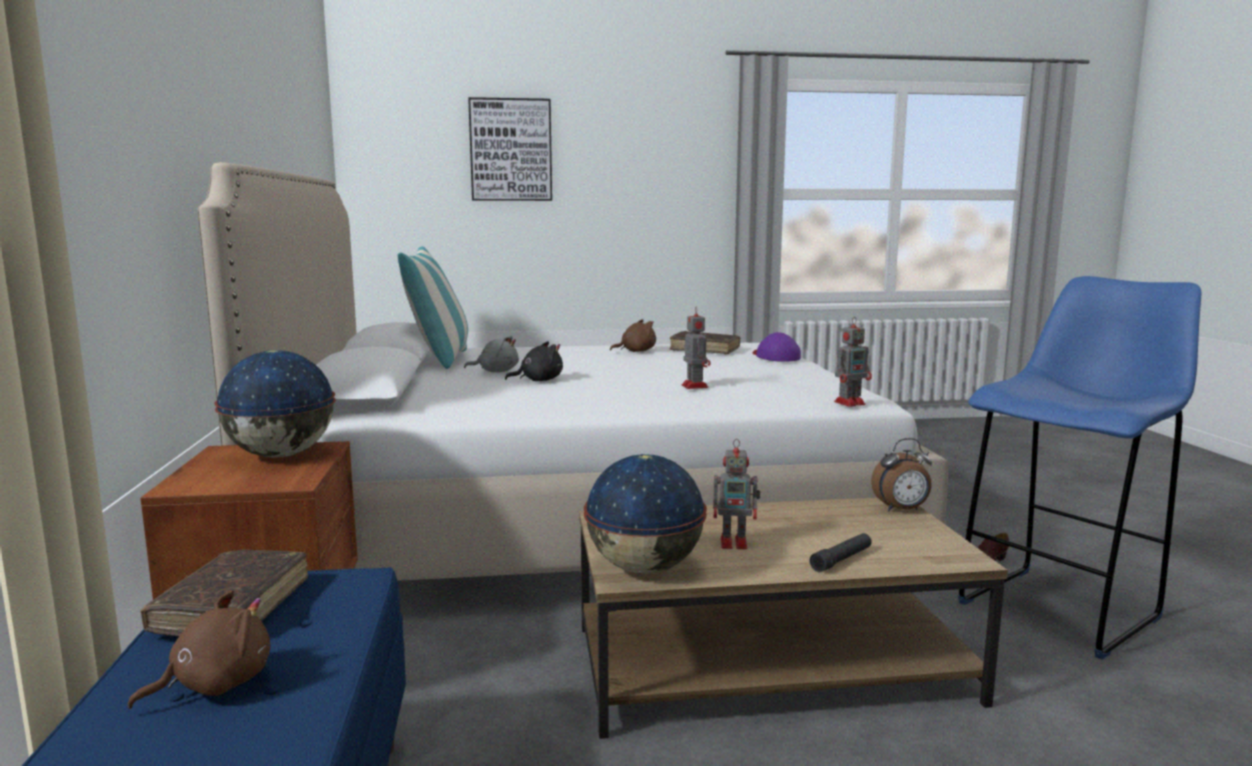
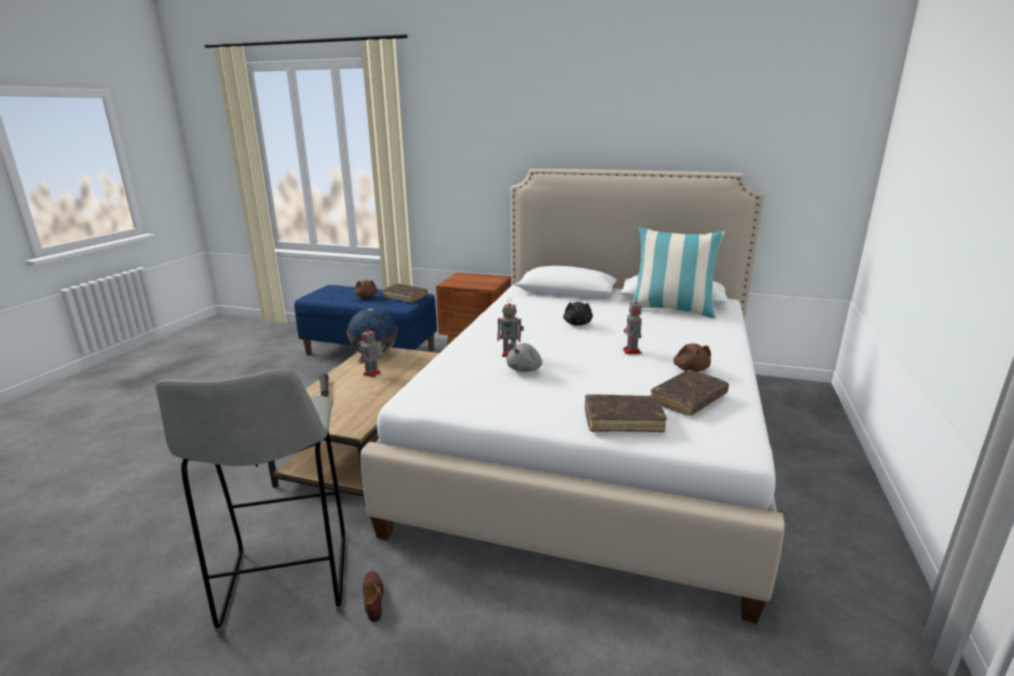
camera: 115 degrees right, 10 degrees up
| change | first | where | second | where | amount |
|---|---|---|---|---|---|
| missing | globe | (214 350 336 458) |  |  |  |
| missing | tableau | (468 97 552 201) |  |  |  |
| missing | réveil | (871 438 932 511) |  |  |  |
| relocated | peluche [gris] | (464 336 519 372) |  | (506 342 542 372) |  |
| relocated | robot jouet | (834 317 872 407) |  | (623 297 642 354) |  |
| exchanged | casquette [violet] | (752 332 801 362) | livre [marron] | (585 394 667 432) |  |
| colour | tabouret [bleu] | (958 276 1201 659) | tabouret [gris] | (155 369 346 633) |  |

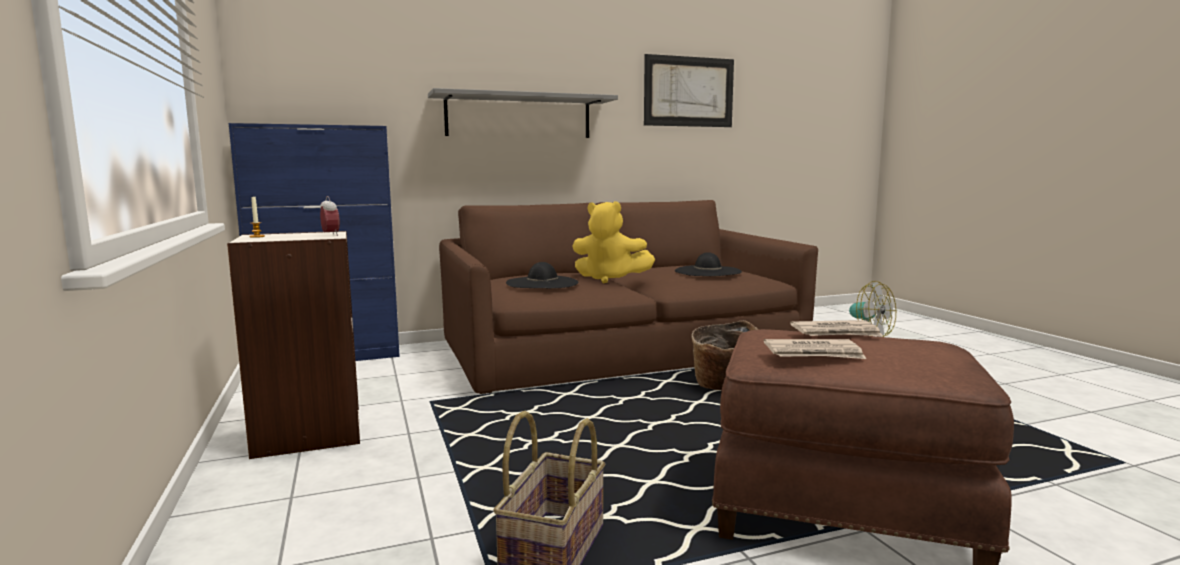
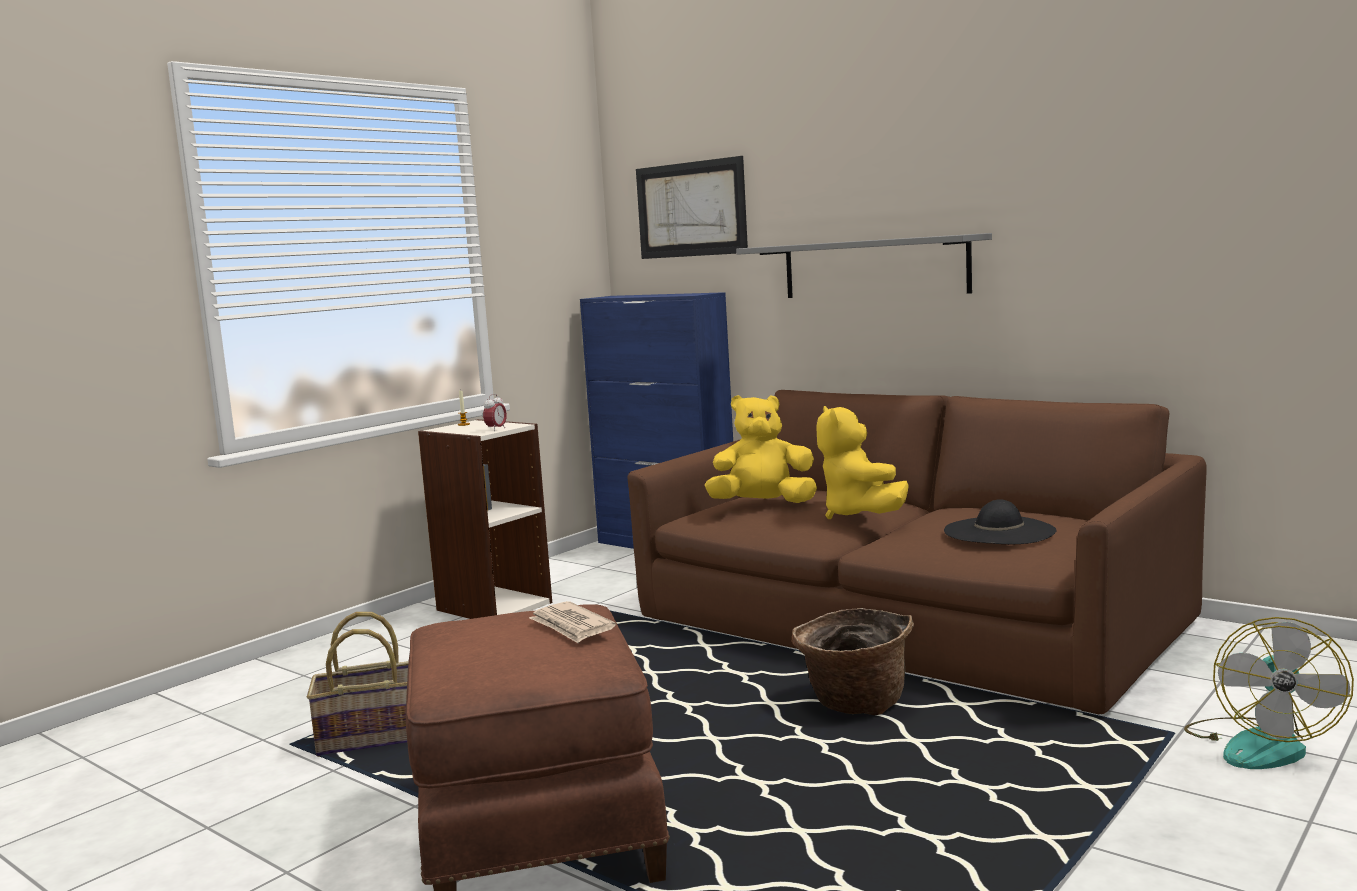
camera: 60 degrees right, 0 degrees up
| change | first | where | second | where | amount |
|---|---|---|---|---|---|
| missing | journal | (764 339 866 359) |  |  |  |
| relocated | tableau | (644 54 734 127) |  | (636 156 748 259) |  |
| exchanged | chapeau [noir] | (506 262 579 288) | peluche [jaune] | (705 395 817 503) |  |

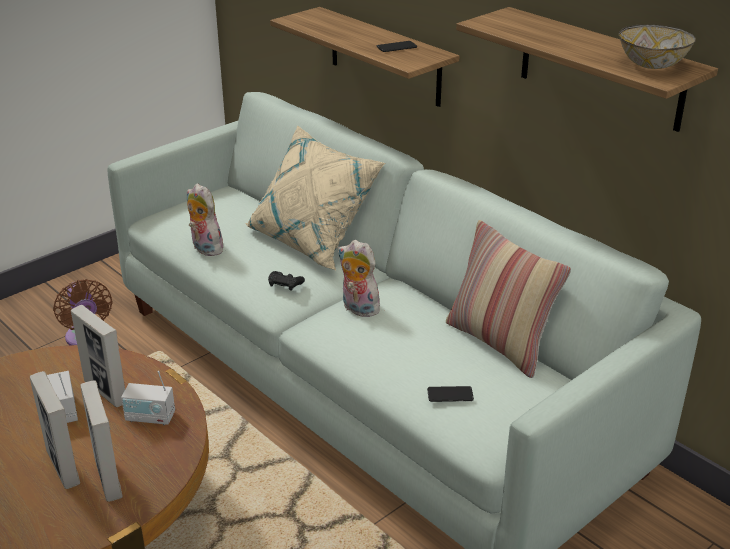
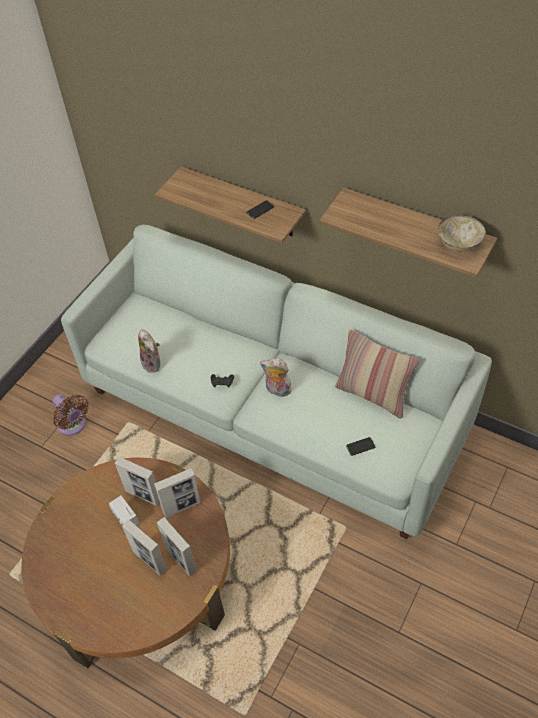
camera: 15 degrees left, 20 degrees up
| change | first | where | second | where | amount |
|---|---|---|---|---|---|
| missing | coussin [beige] | (245 125 385 270) |  |  |  |
| exchanged | radio | (121 371 175 425) | cadre photo | (154 468 201 518) |  |
| spun | peluche | (187 183 224 256) |  | (138 329 161 373) | 150 degrees counterclockwise |

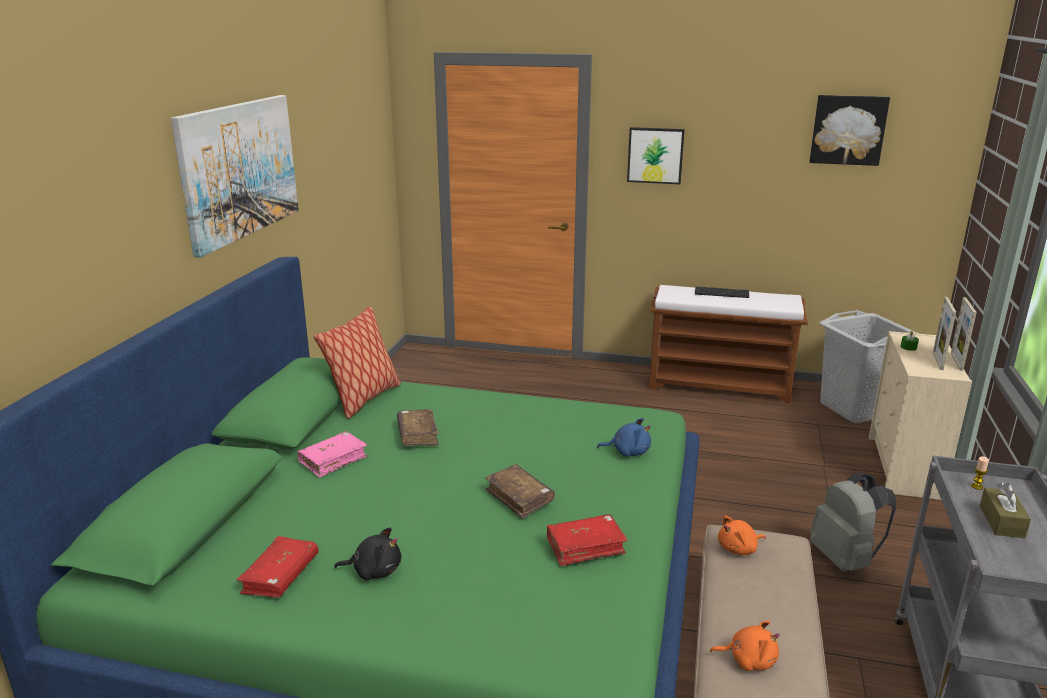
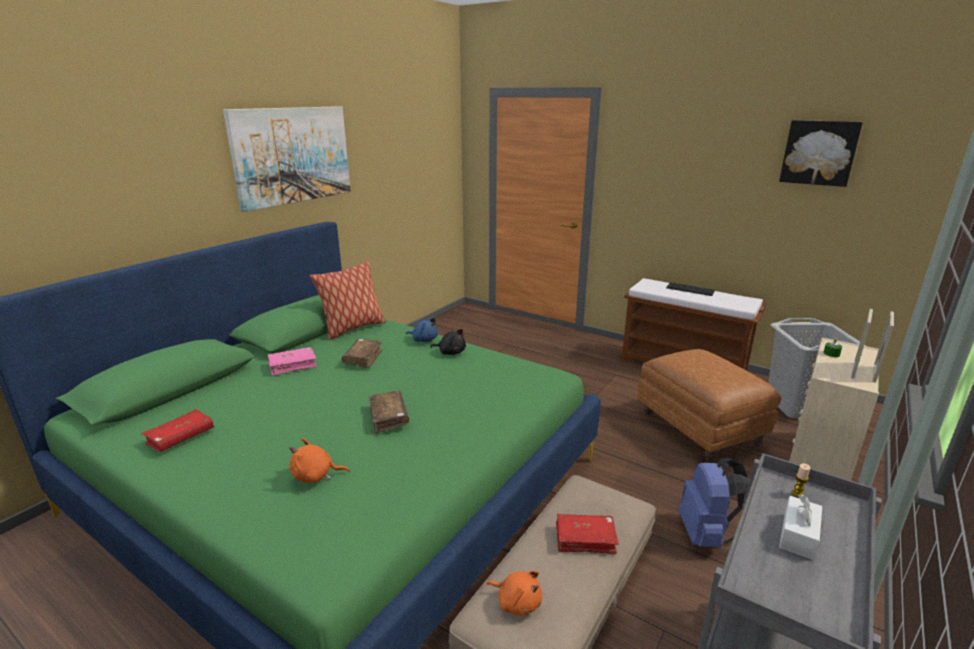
camera: 20 degrees right, 0 degrees up
| change | first | where | second | where | amount |
|---|---|---|---|---|---|
| missing | tableau | (627 127 685 184) |  |  |  |
| appeared |  |  | pouf [marron] | (637 349 782 461) |  |
| relocated | peluche [noir] | (334 527 401 580) |  | (430 329 466 355) |  |
| relocated | livre [rouge] | (547 514 627 566) |  | (556 514 619 554) |  |
| relocated | peluche [bleu] | (597 418 651 457) |  | (406 318 438 342) |  |
| relocated | peluche [orange] | (718 516 766 555) |  | (290 438 349 483) |  |
| colour | sac à dos [gris] | (810 472 897 571) | sac à dos [bleu] | (678 458 750 547) |  |
| colour | boîte à mouchoirs [marron] | (980 483 1031 538) | boîte à mouchoirs [blanc] | (779 494 822 560) |  |

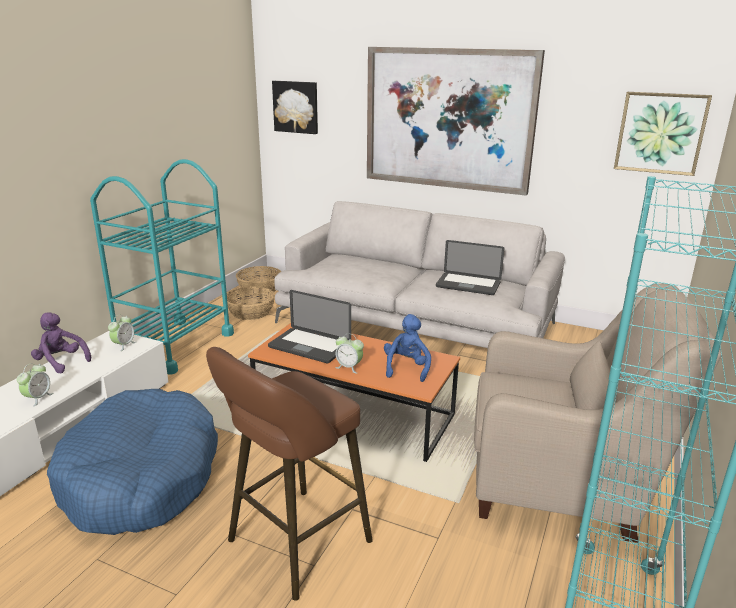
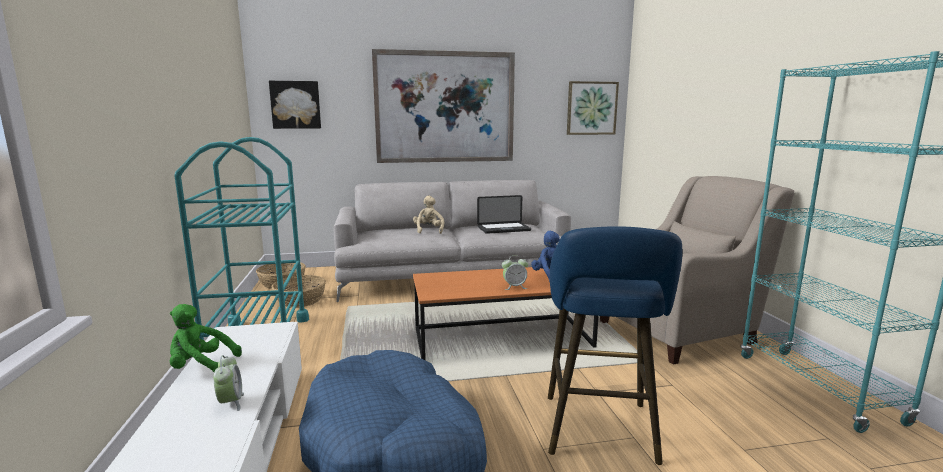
camera: 35 degrees left, 10 degrees down
| change | first | where | second | where | amount |
|---|---|---|---|---|---|
| missing | réveil | (108 315 136 351) |  |  |  |
| missing | ordinateur portable | (268 290 351 363) |  |  |  |
| appeared |  |  | peluche [beige] | (413 196 444 234) |  |
| colour | peluche [violet] | (31 312 91 373) | peluche [vert] | (170 304 242 372) |  |
| colour | tabouret [marron] | (206 347 373 601) | tabouret [bleu] | (548 226 682 465) |  |

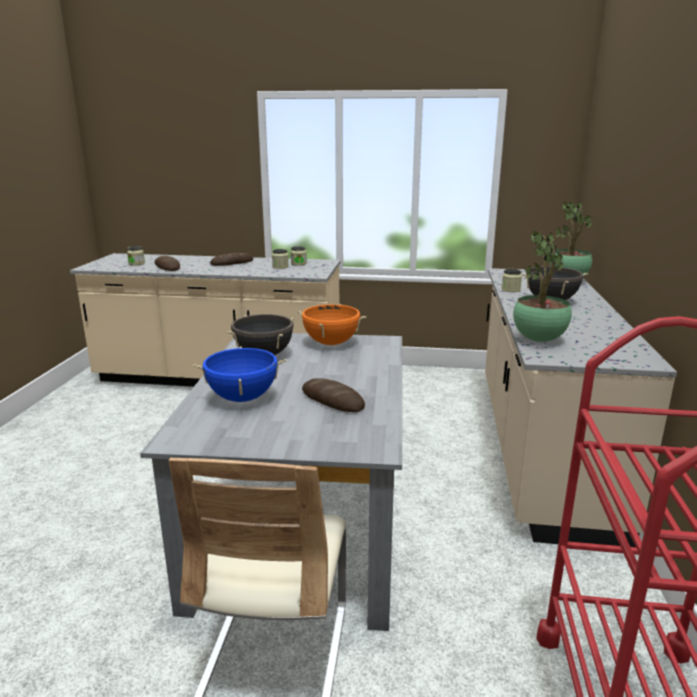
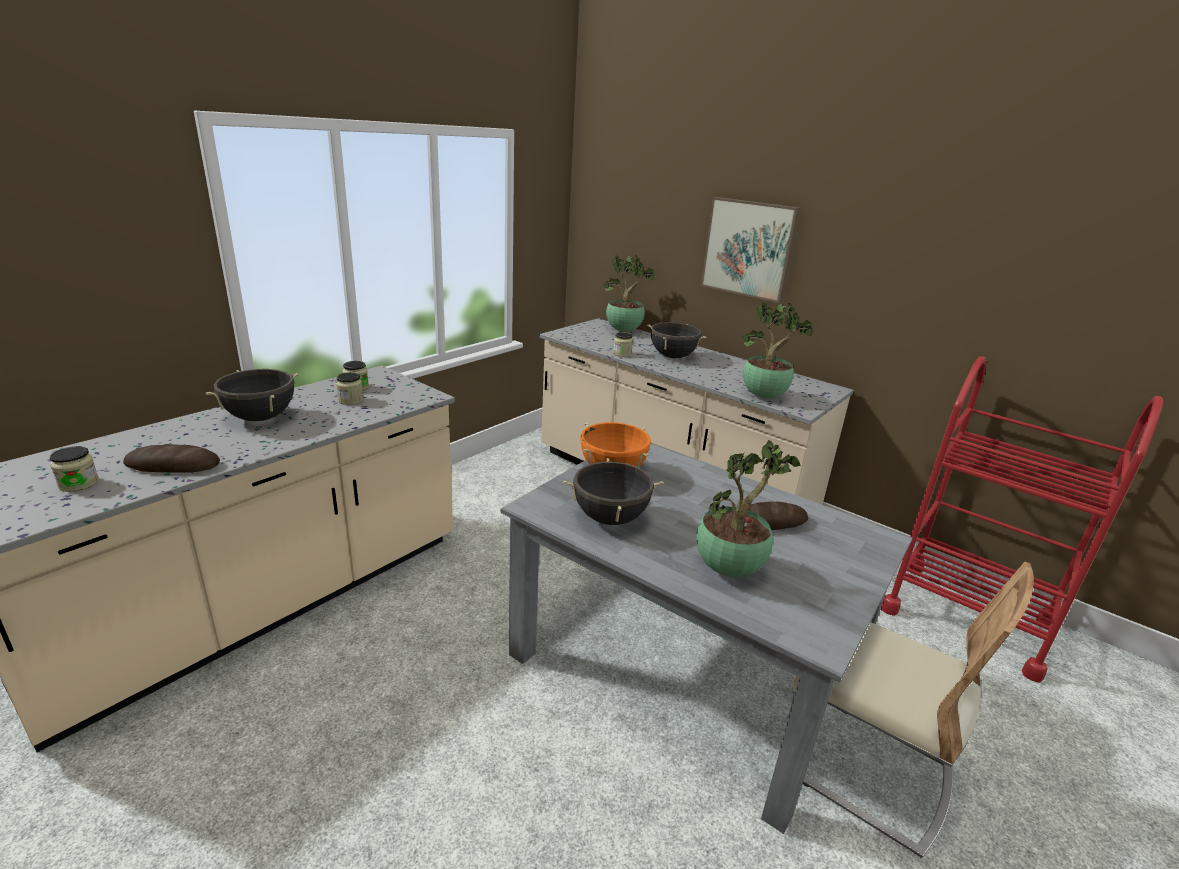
camera: 60 degrees left, 5 degrees up
| change | first | where | second | where | amount |
|---|---|---|---|---|---|
| appeared |  |  | tableau | (701 197 800 303) |  |
| exchanged | marmite [bleu] | (193 346 286 402) | plante en pot | (696 440 800 577) |  |
| exchanged | pain | (210 252 253 266) | marmite [noir] | (206 369 300 421) |  |

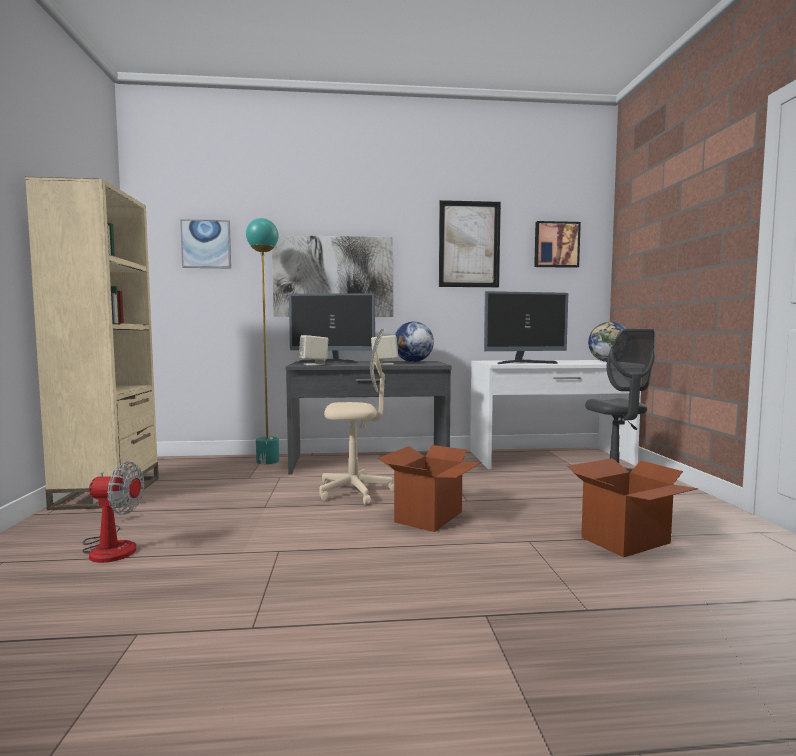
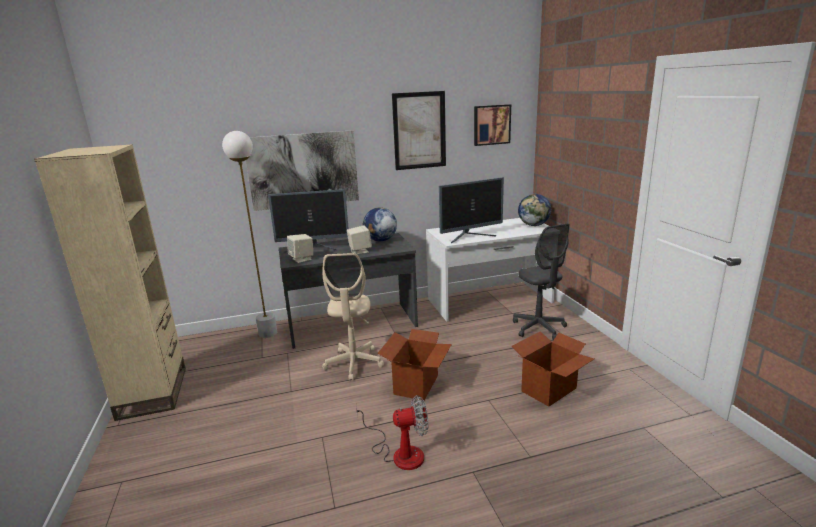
camera: 10 degrees left, 15 degrees up
| change | first | where | second | where | amount |
|---|---|---|---|---|---|
| missing | tableau | (180 219 231 268) |  |  |  |
| relocated | ventilateur | (82 462 144 563) |  | (356 395 429 470) |  |
| colour | lampadaire [turquoise] | (246 218 279 465) | lampadaire [blanc] | (222 131 277 338) |  |
| spun | chaise de bureau [beige] | (319 329 394 505) |  | (322 253 384 381) | 105 degrees clockwise |

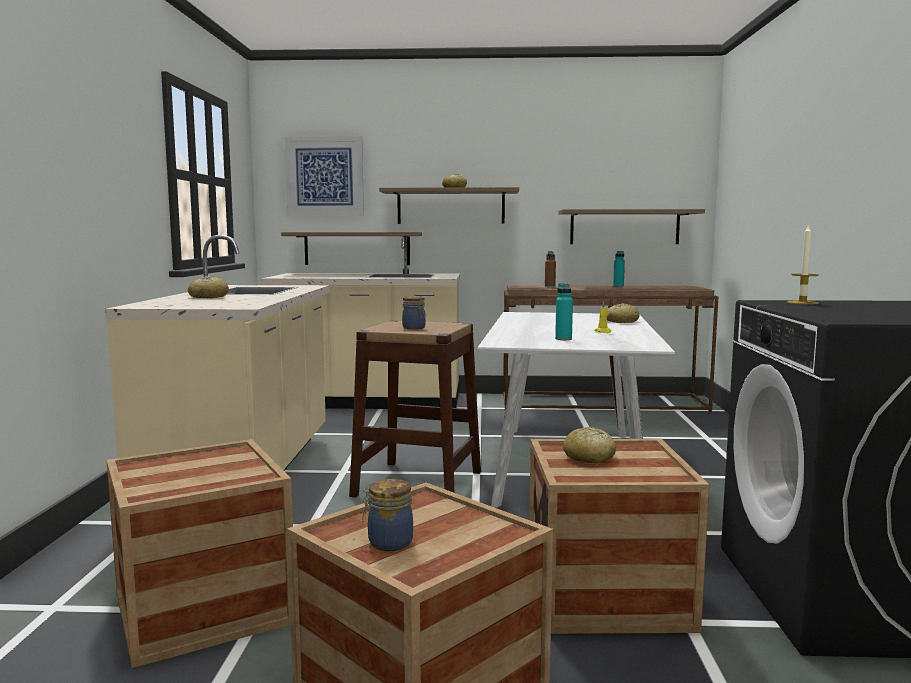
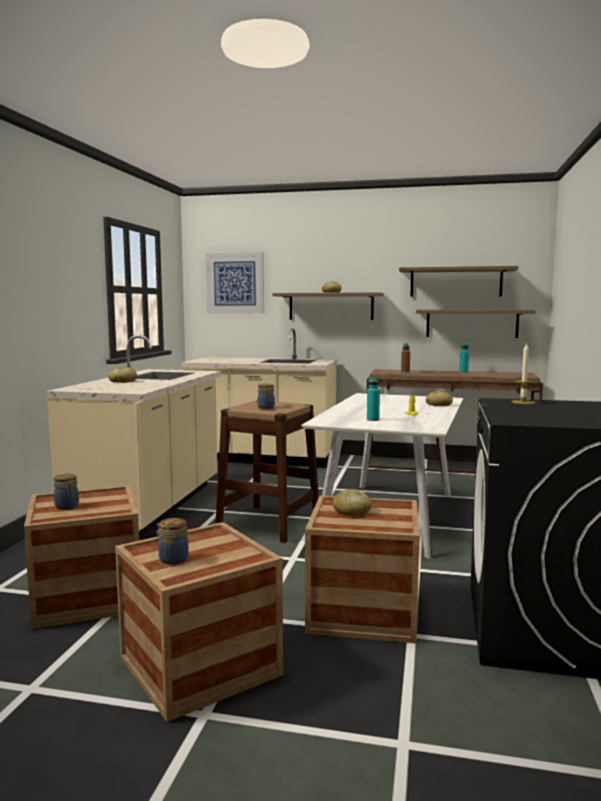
camera: 10 degrees right, 0 degrees up
| change | first | where | second | where | amount |
|---|---|---|---|---|---|
| appeared |  |  | bocal | (54 474 79 509) |  |
| relocated | étagère | (281 232 422 265) |  | (399 266 519 297) |  |

